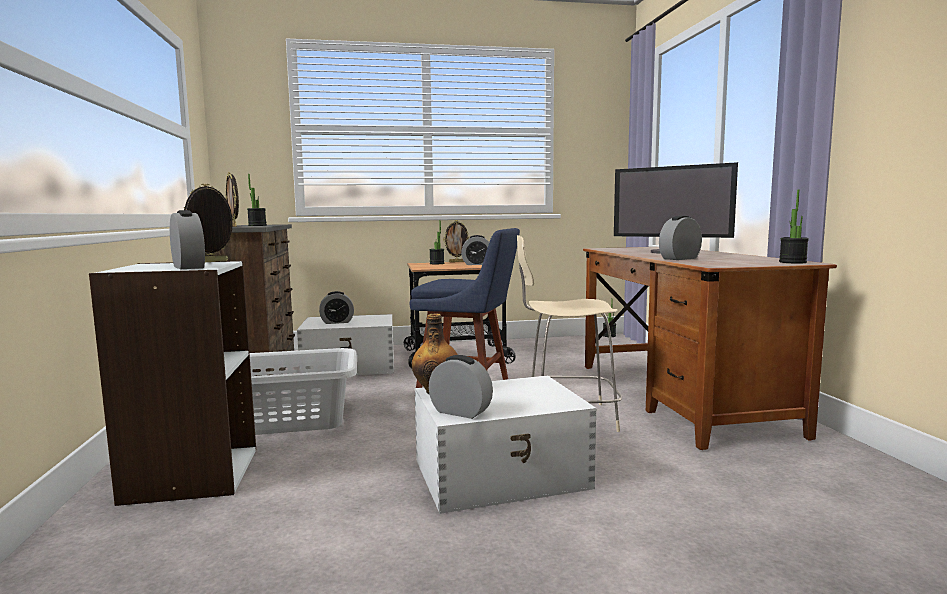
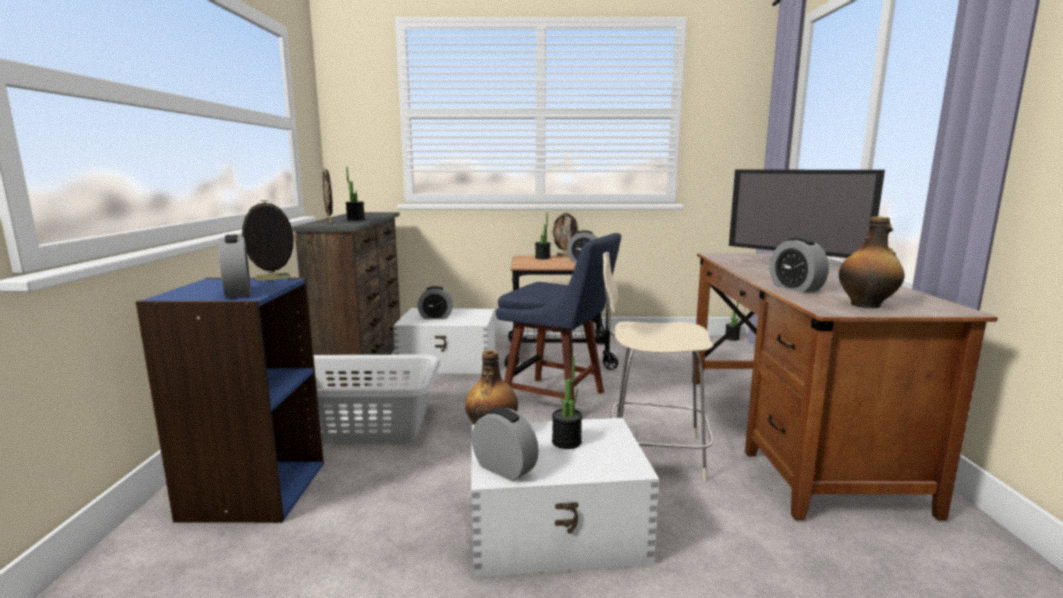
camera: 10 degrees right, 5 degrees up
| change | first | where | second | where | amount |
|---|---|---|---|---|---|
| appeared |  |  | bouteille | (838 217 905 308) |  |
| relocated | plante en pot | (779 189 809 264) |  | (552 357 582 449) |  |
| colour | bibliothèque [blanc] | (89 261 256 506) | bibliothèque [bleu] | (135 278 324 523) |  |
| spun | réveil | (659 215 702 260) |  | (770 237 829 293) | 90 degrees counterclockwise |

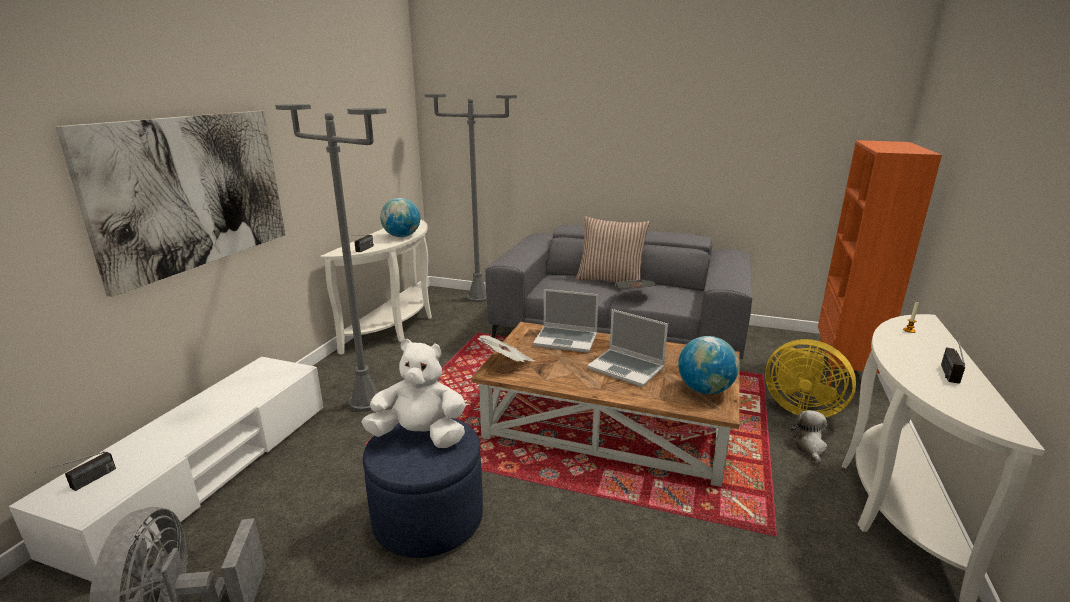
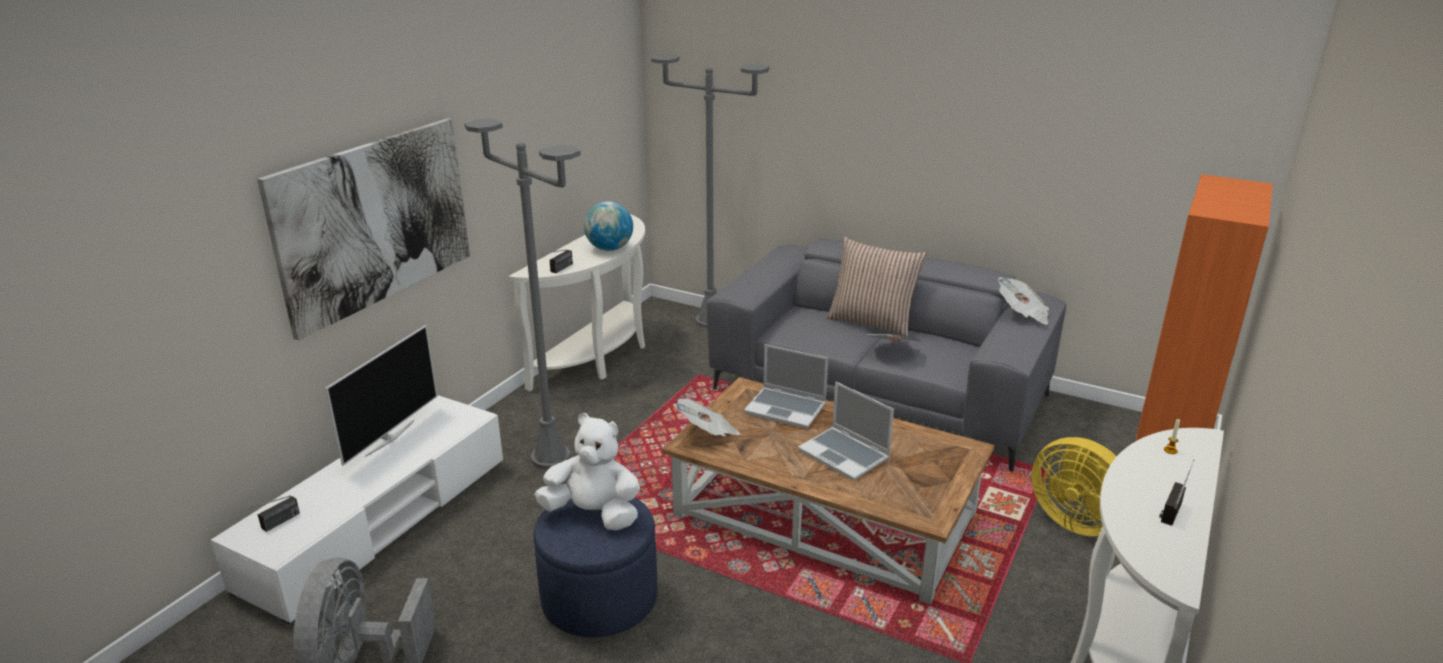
camera: 10 degrees right, 5 degrees up
| change | first | where | second | where | amount |
|---|---|---|---|---|---|
| missing | globe | (678 336 739 394) |  |  |  |
| missing | peluche | (791 410 827 464) |  |  |  |
| appeared |  |  | téléviseur | (325 325 437 466) |  |
| appeared |  |  | journal | (998 277 1049 325) |  |

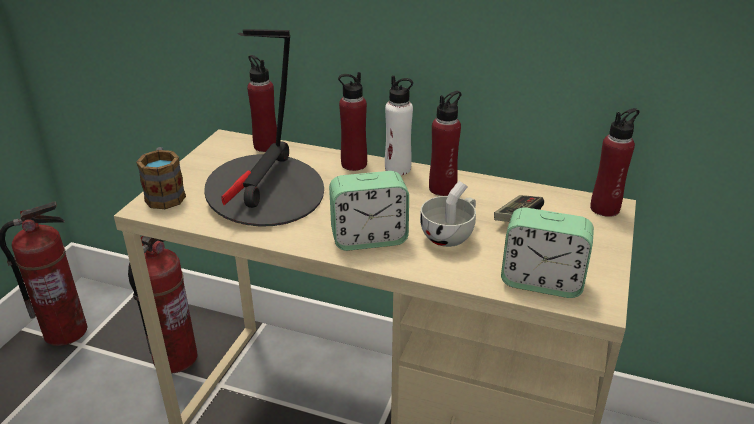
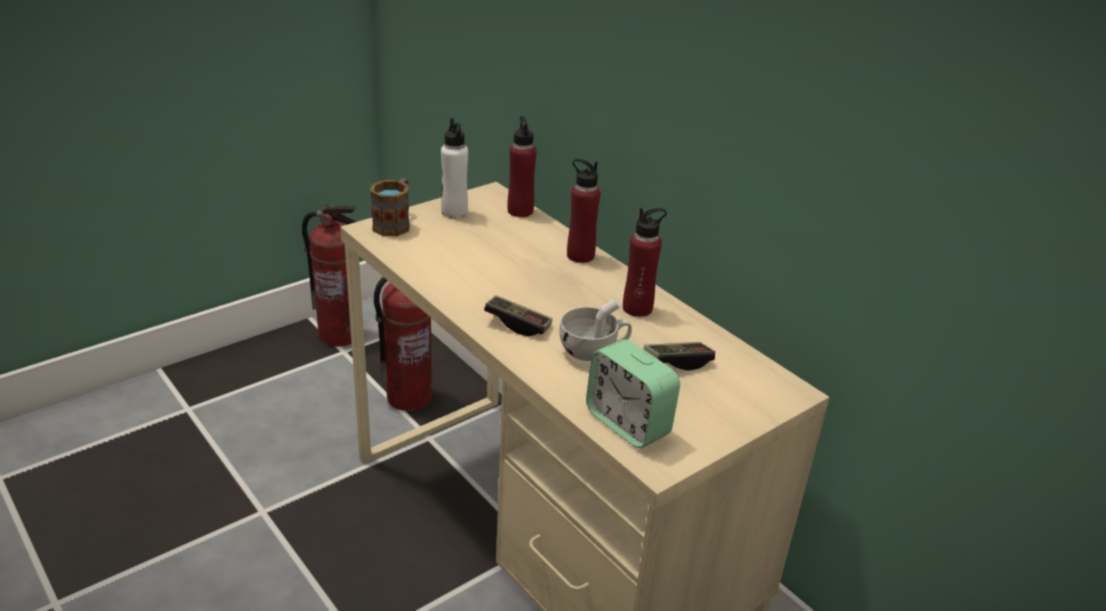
camera: 30 degrees right, 0 degrees up
| change | first | where | second | where | amount |
|---|---|---|---|---|---|
| missing | lampe de table | (204 29 324 227) |  |  |  |
| missing | bouteille [rouge] | (590 108 639 217) |  |  |  |
| relocated | bouteille [blanc] | (385 76 413 175) |  | (441 118 468 219) |  |
| exchanged | réveil | (329 171 409 251) | manette | (484 295 553 336) |  |

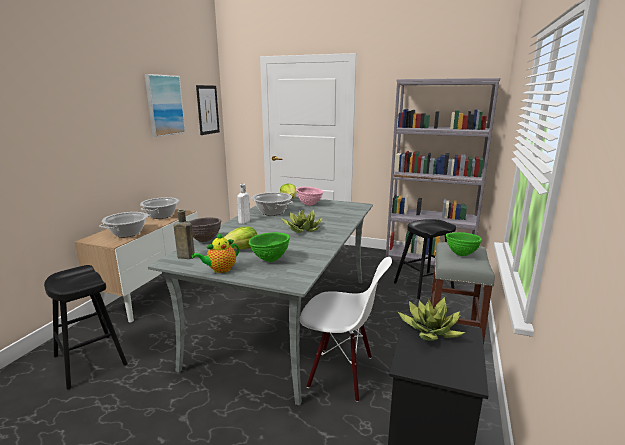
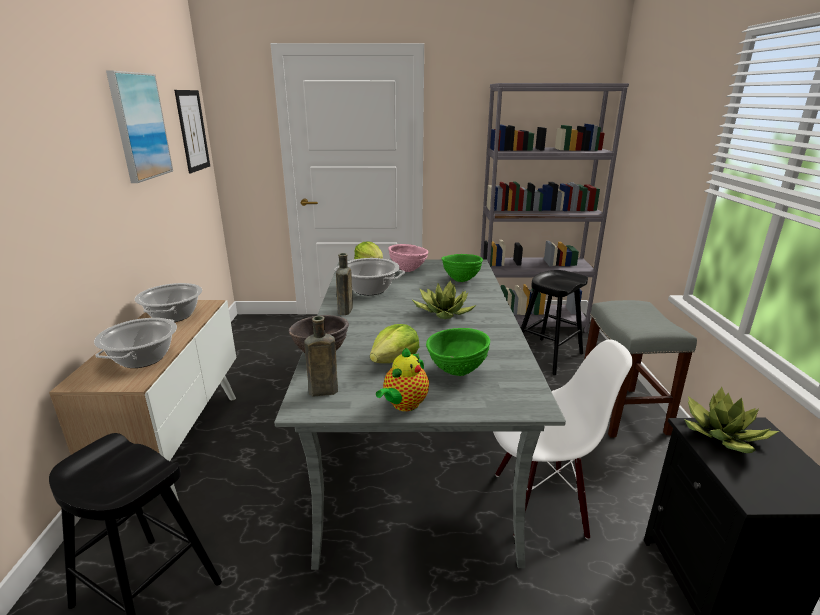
camera: 20 degrees left, 5 degrees up
| change | first | where | second | where | amount |
|---|---|---|---|---|---|
| relocated | bol [vert] | (446 232 482 256) |  | (441 254 483 282) |  |
| colour | bouteille [blanc] | (237 184 250 224) | bouteille [marron] | (336 253 353 315) |  |

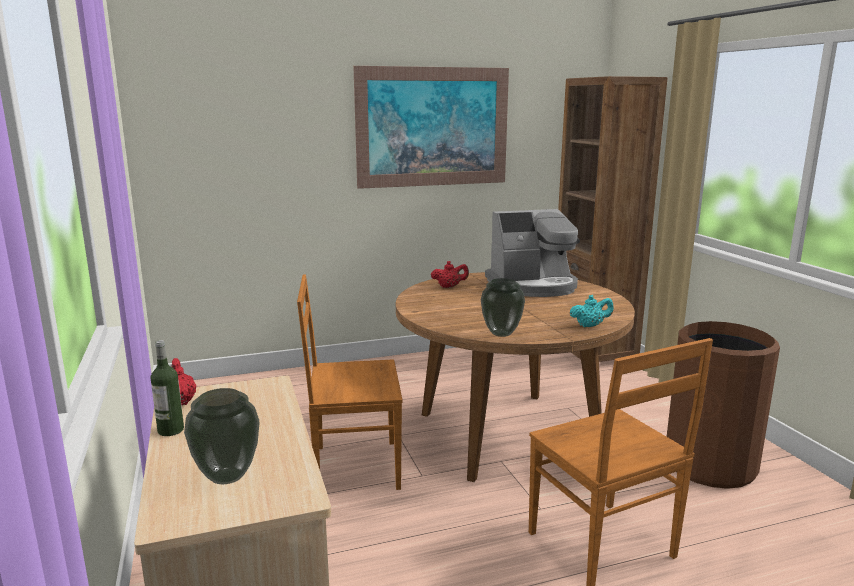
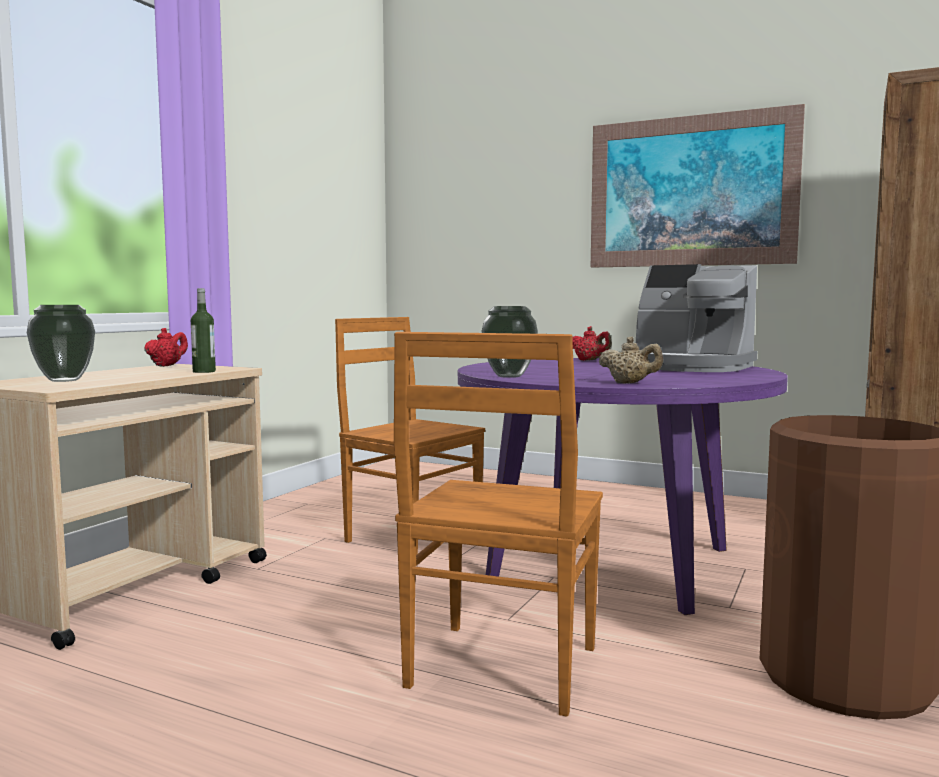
camera: 45 degrees right, 10 degrees down
| change | first | where | second | where | amount |
|---|---|---|---|---|---|
| relocated | bouteille | (150 340 184 436) |  | (191 288 216 373) |  |
| colour | table à manger [marron] | (396 272 635 482) | table à manger [violet] | (458 358 788 615) |  |
| colour | théière [turquoise] | (570 295 614 327) | théière [beige] | (598 336 663 383) |  |

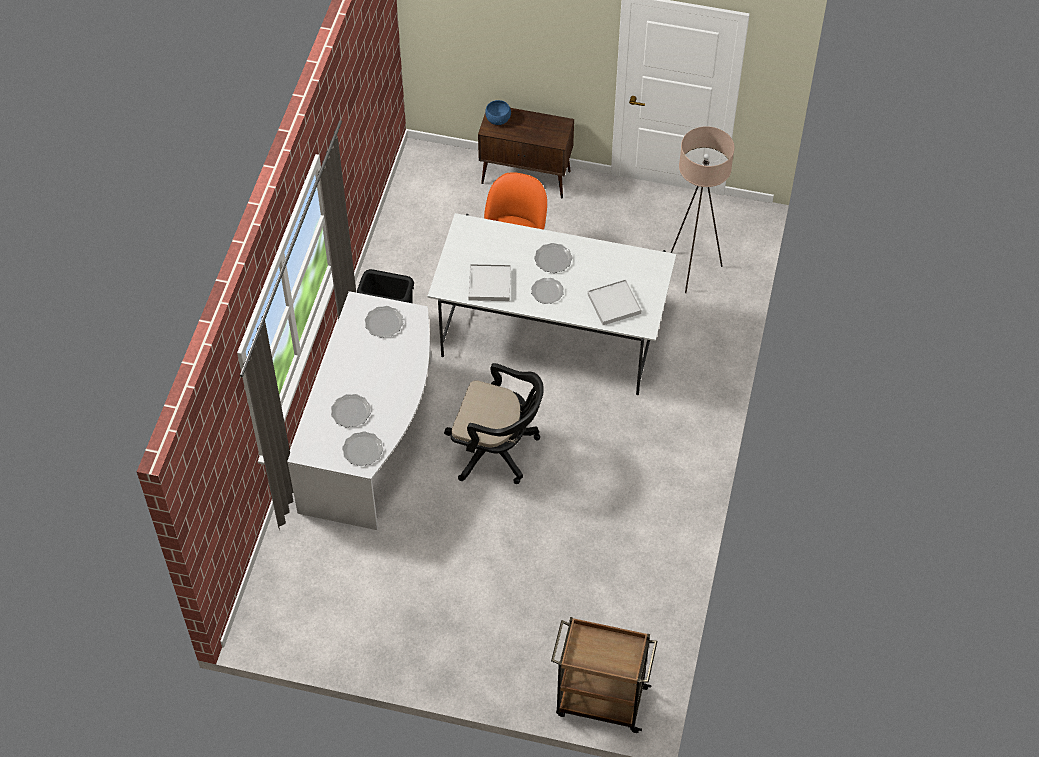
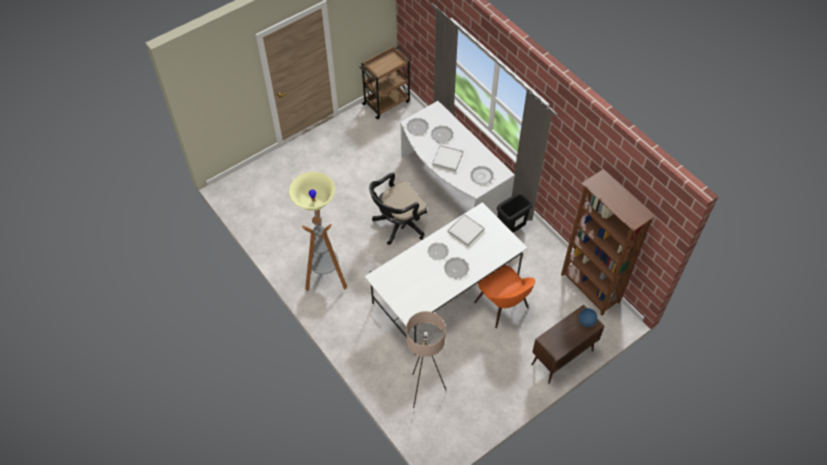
camera: 130 degrees right, 0 degrees up
| change | first | where | second | where | amount |
|---|---|---|---|---|---|
| appeared |  |  | lampadaire | (288 172 347 291) |  |
| appeared |  |  | bibliothèque [marron] | (561 169 655 316) |  |
| relocated | chariot [marron] | (551 617 657 733) |  | (359 46 412 119) |  |
| relocated | plateau [blanc] | (588 279 641 325) |  | (432 145 463 172) |  |

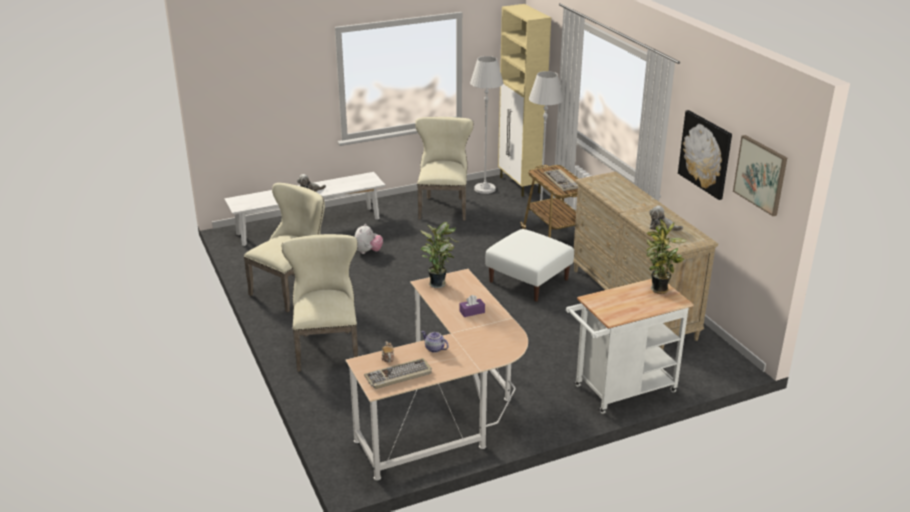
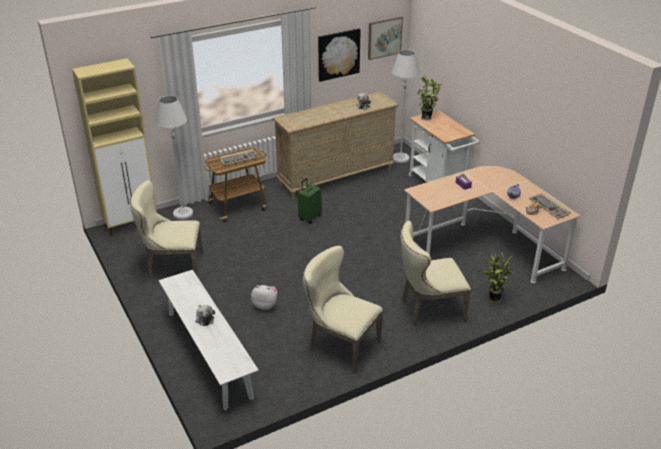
camera: 95 degrees left, 5 degrees up
| change | first | where | second | where | amount |
|---|---|---|---|---|---|
| relocated | plante en pot | (420 222 459 288) |  | (483 251 513 303) |  |
| relocated | lampadaire [blanc] | (470 56 503 194) |  | (392 50 420 163) |  |
| exchanged | pouf [blanc] | (485 229 574 301) | valise [vert] | (298 178 322 224) |  |

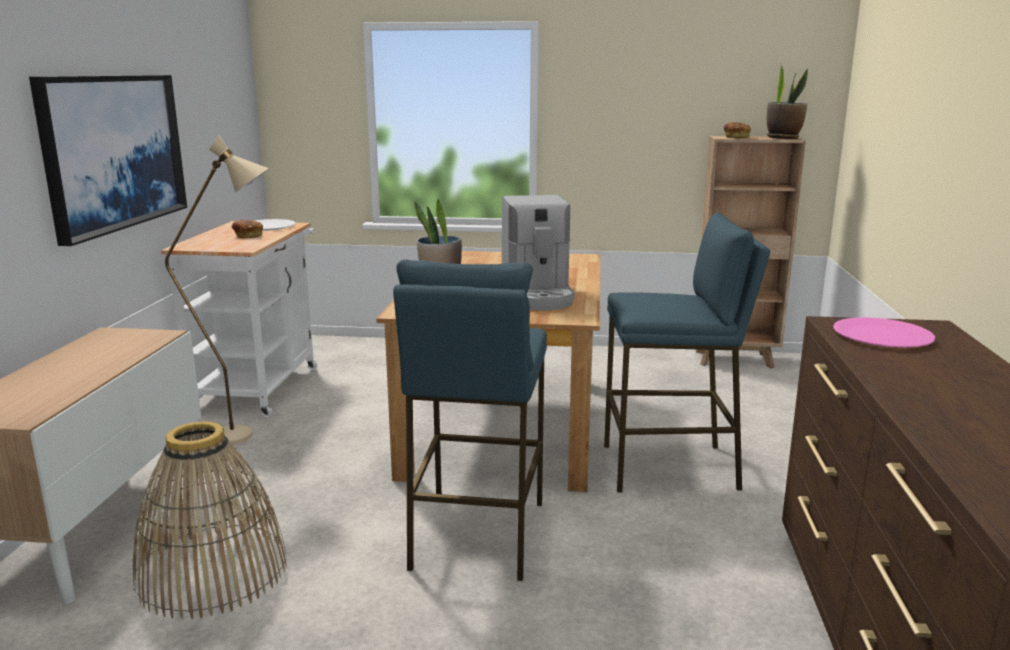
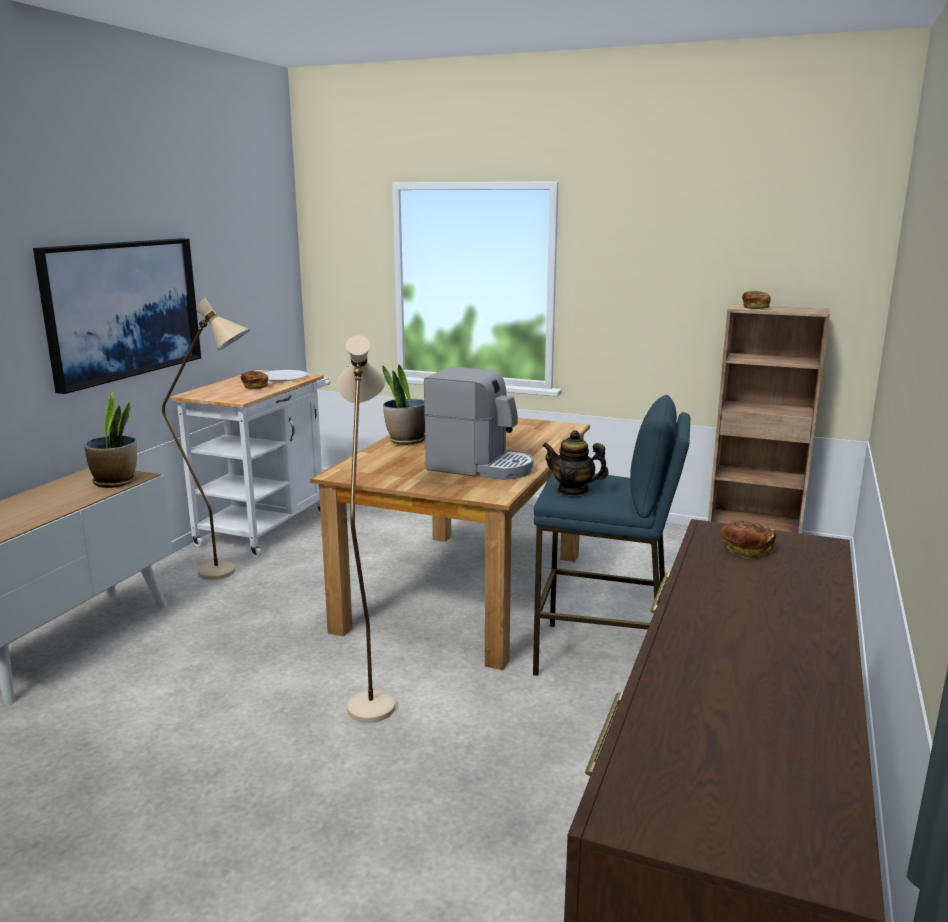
camera: 15 degrees right, 0 degrees up
| change | first | where | second | where | amount |
|---|---|---|---|---|---|
| missing | panier | (133 421 287 619) |  |  |  |
| appeared |  |  | théière | (542 430 609 496) |  |
| relocated | plante en pot | (767 65 808 139) |  | (84 391 137 488) |  |
| exchanged | tabouret [bleu] | (393 259 547 581) | lampadaire [beige] | (338 335 395 723) |  |
| exchanged | assiette [rose] | (833 317 935 348) | pain | (720 521 776 559) |  |
| spun | machine à café | (501 195 575 310) |  | (424 366 533 480) | 75 degrees counterclockwise |

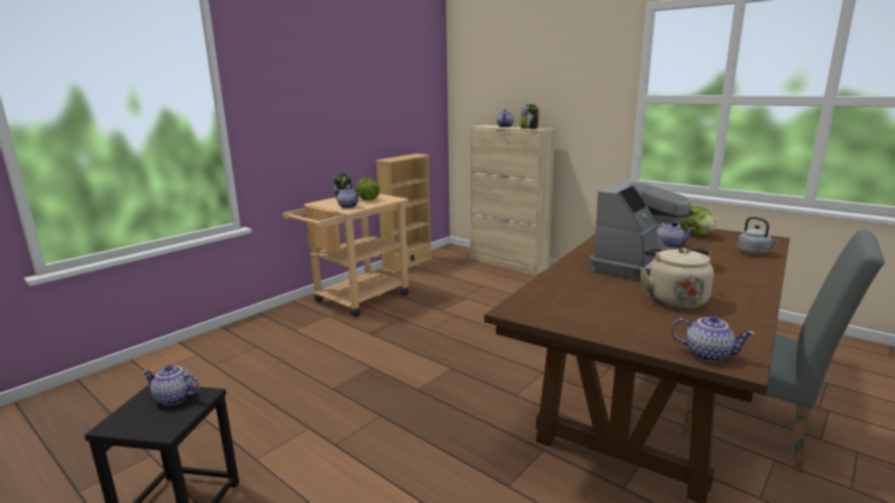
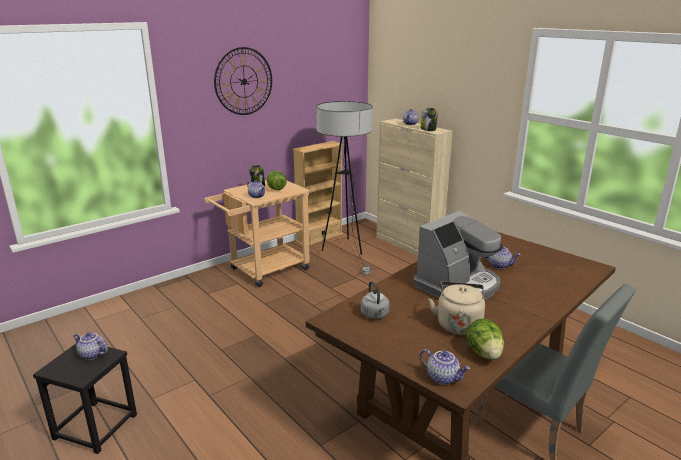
camera: 10 degrees right, 5 degrees up
| change | first | where | second | where | amount |
|---|---|---|---|---|---|
| appeared |  |  | horloge murale | (214 47 272 115) |  |
| appeared |  |  | lampadaire | (316 101 373 275) |  |
| relocated | laitue | (679 206 716 235) |  | (466 318 504 359) |  |
| relocated | bouilloire [gris] | (737 217 780 255) |  | (361 281 389 319) |  |

